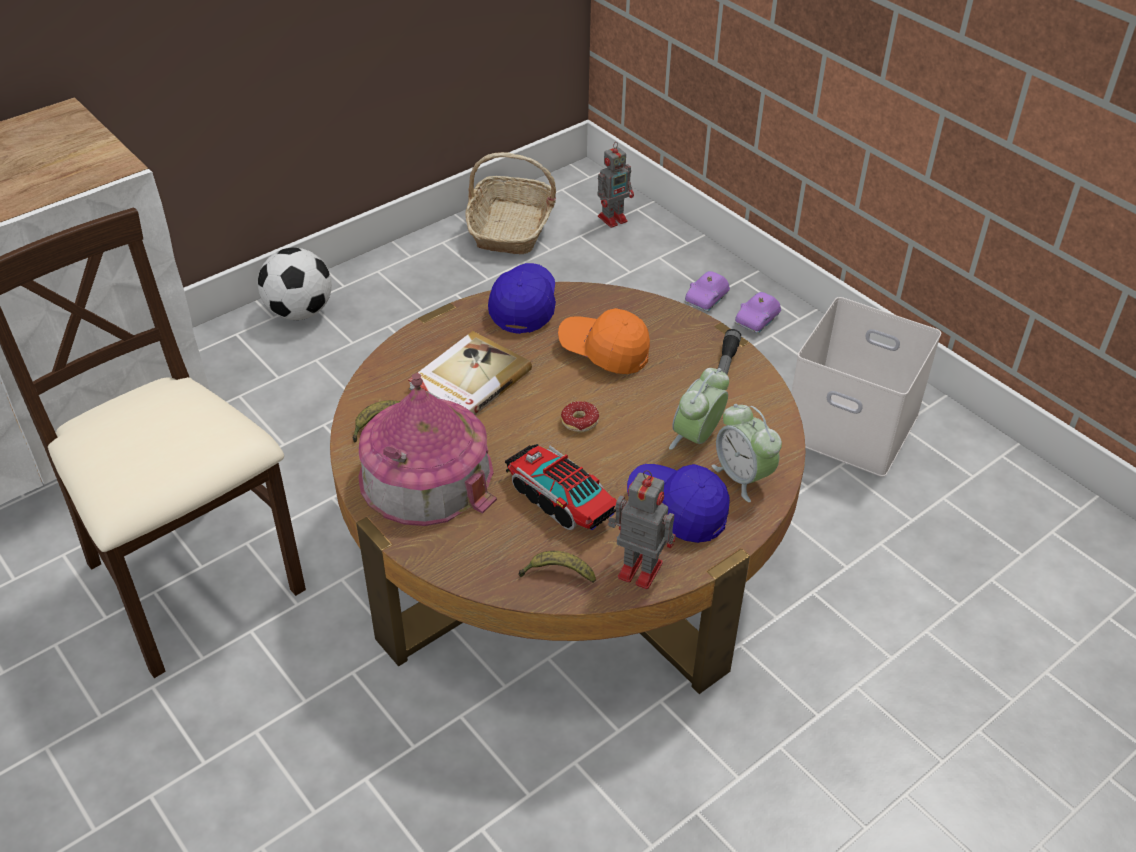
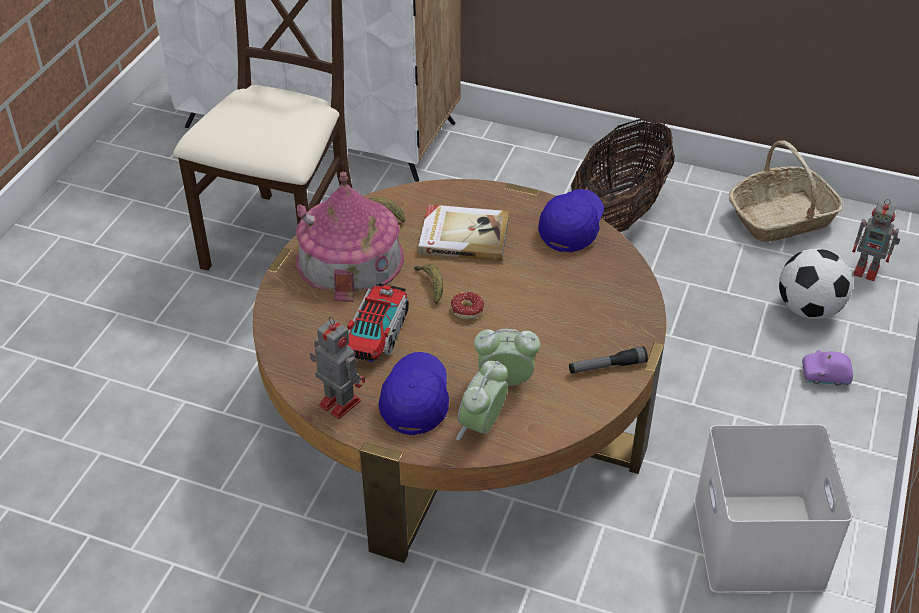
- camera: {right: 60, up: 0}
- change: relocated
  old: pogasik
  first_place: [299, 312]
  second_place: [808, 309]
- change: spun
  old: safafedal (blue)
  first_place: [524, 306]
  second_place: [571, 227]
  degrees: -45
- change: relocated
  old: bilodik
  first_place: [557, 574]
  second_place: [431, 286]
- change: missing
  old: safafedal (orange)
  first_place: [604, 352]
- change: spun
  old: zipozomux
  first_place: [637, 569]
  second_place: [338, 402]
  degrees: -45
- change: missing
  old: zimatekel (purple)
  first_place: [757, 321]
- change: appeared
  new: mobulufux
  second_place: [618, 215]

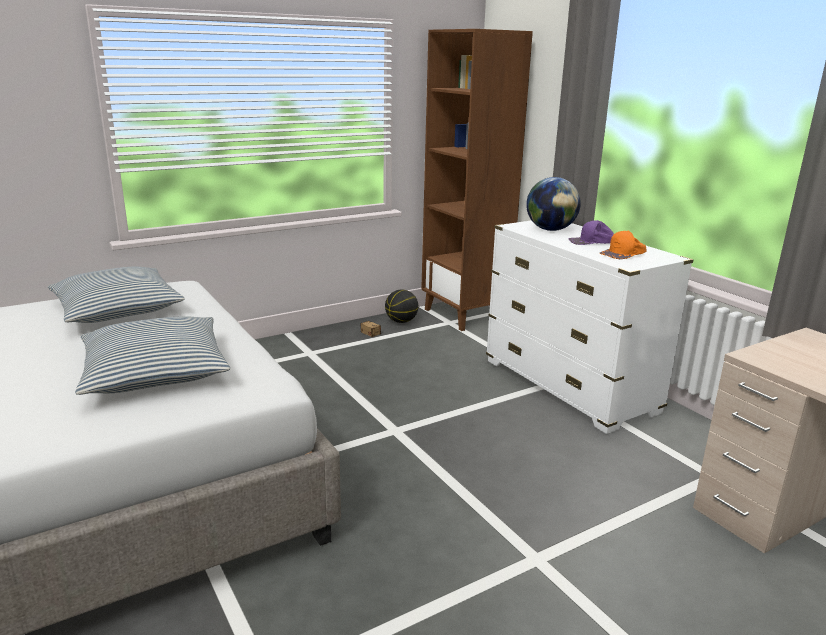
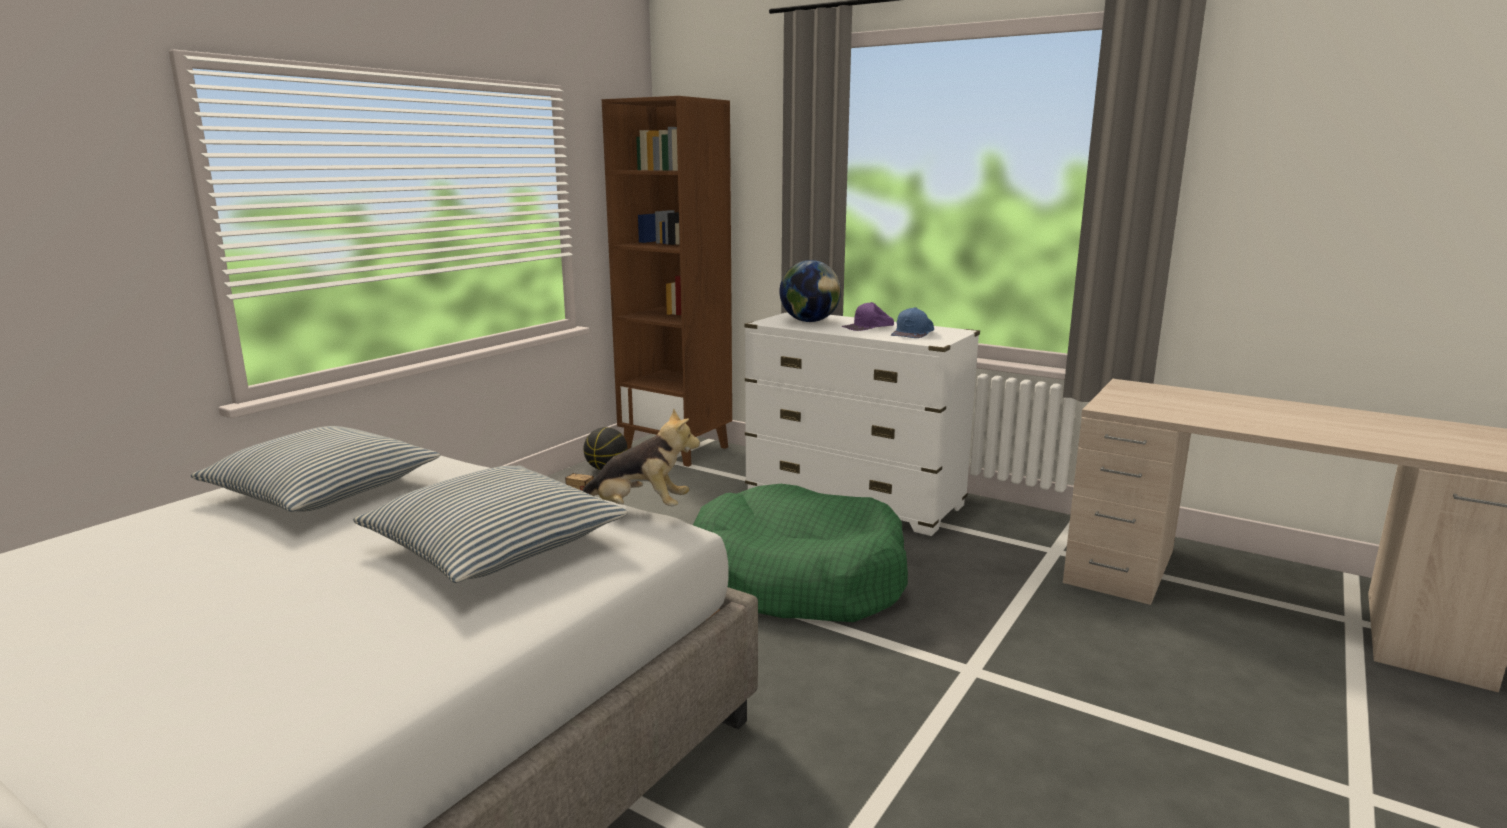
- camera: {right: -25, up: -5}
- change: colour
  old: safafedal (orange)
  new: safafedal (blue)
  first_place: [623, 254]
  second_place: [913, 333]
- change: appeared
  new: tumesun
  second_place: [638, 509]
- change: appeared
  new: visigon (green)
  second_place: [796, 579]

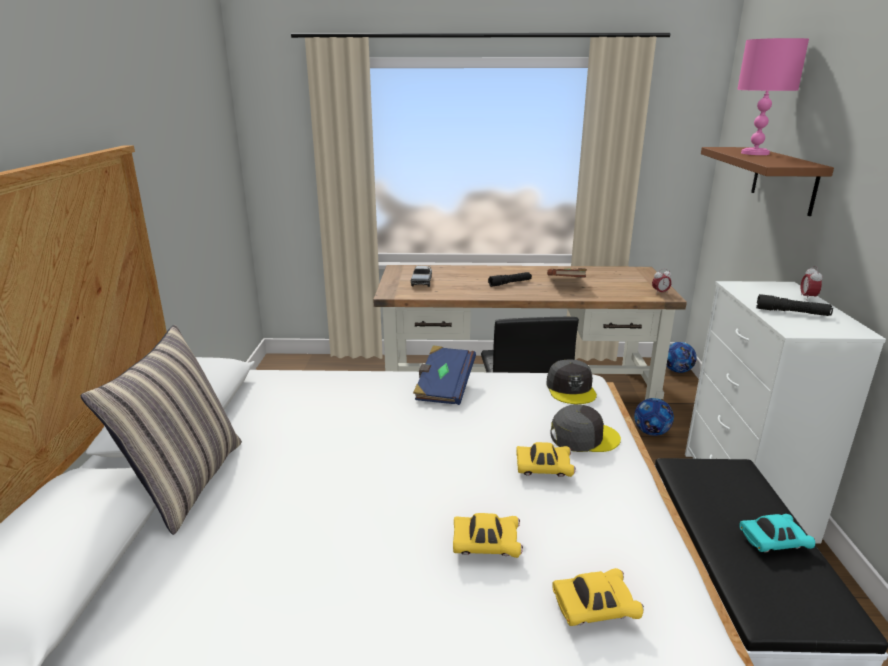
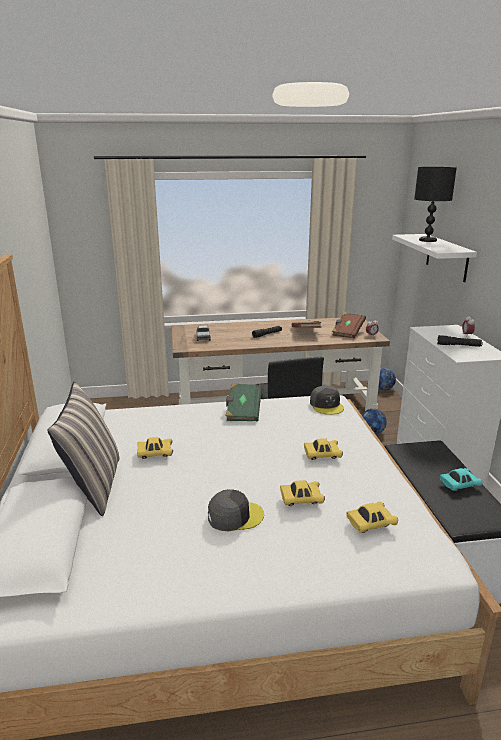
- camera: {right: -10, up: 0}
- change: colour
  old: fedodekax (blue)
  new: fedodekax (green)
  first_place: [444, 388]
  second_place: [243, 411]
- change: relocated
  old: safafedal (grey)
  first_place: [583, 437]
  second_place: [234, 516]
- change: colour
  old: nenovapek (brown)
  new: nenovapek (white)
  first_place: [784, 179]
  second_place: [447, 257]
- change: colour
  old: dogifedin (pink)
  new: dogifedin (black)
  first_place: [754, 153]
  second_place: [427, 240]
- change: appeared
  new: zimatekel (yellow)
  second_place: [155, 454]
- change: appeared
  new: fedodekax (brown)
  second_place: [347, 332]

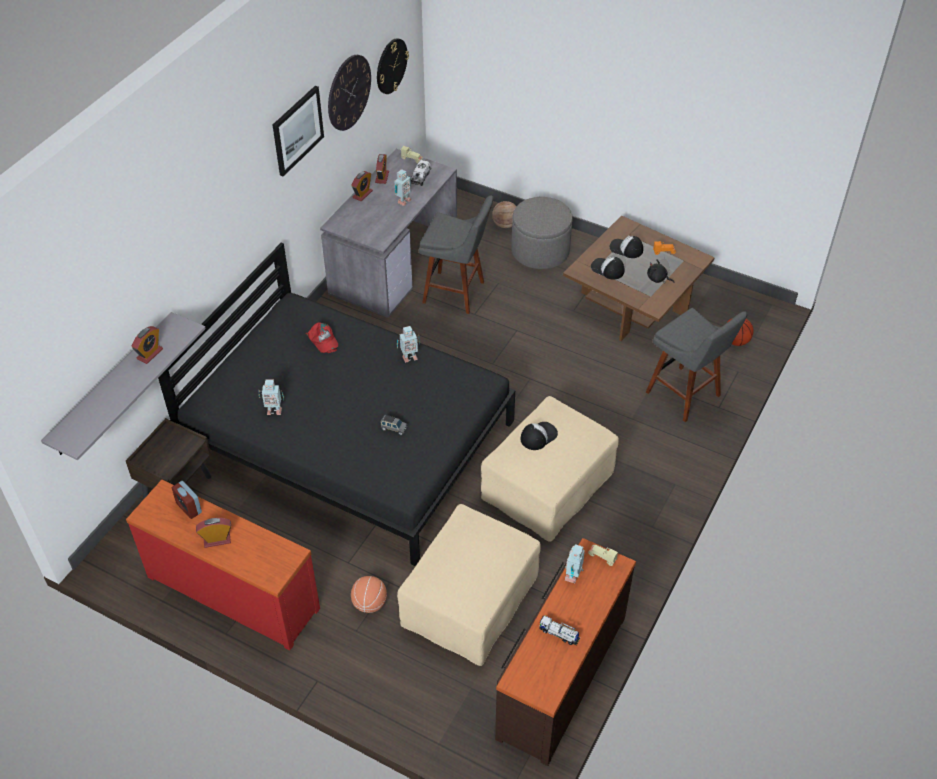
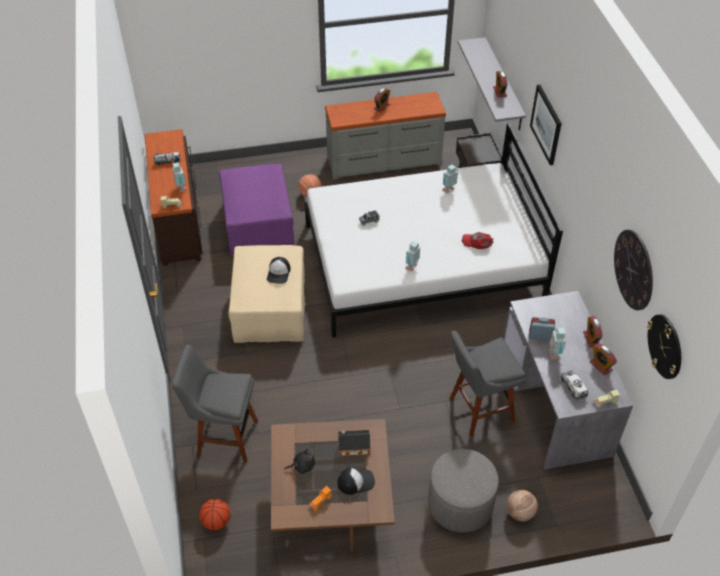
- camera: {right: 140, up: 0}
- change: colour
  old: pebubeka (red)
  new: pebubeka (grey)
  first_place: [234, 591]
  second_place: [384, 162]
- change: colour
  old: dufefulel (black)
  new: dufefulel (white)
  first_place: [349, 437]
  second_place: [422, 262]
- change: relocated
  old: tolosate
  first_place: [189, 508]
  second_place: [540, 336]
- change: relocated
  old: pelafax
  first_place: [297, 130]
  second_place: [546, 124]
- change: colour
  old: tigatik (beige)
  new: tigatik (purple)
  first_place: [469, 600]
  second_place: [259, 225]
- change: exchanged
  old: safafedal
  new: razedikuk
  first_place: [607, 269]
  second_place: [352, 447]

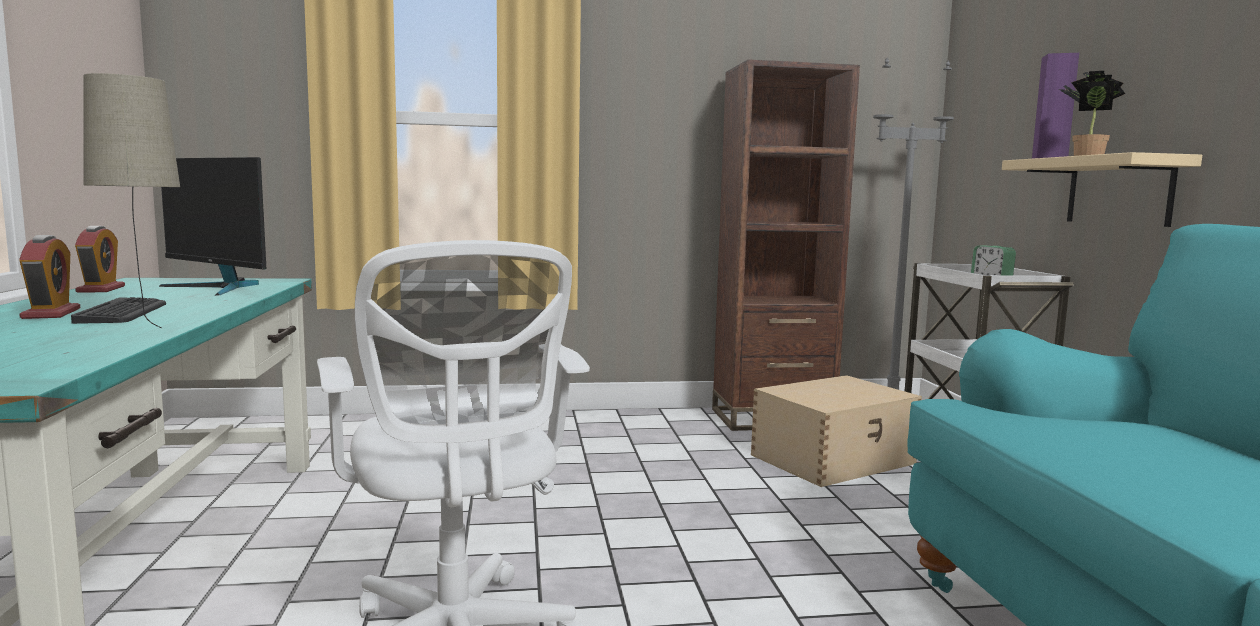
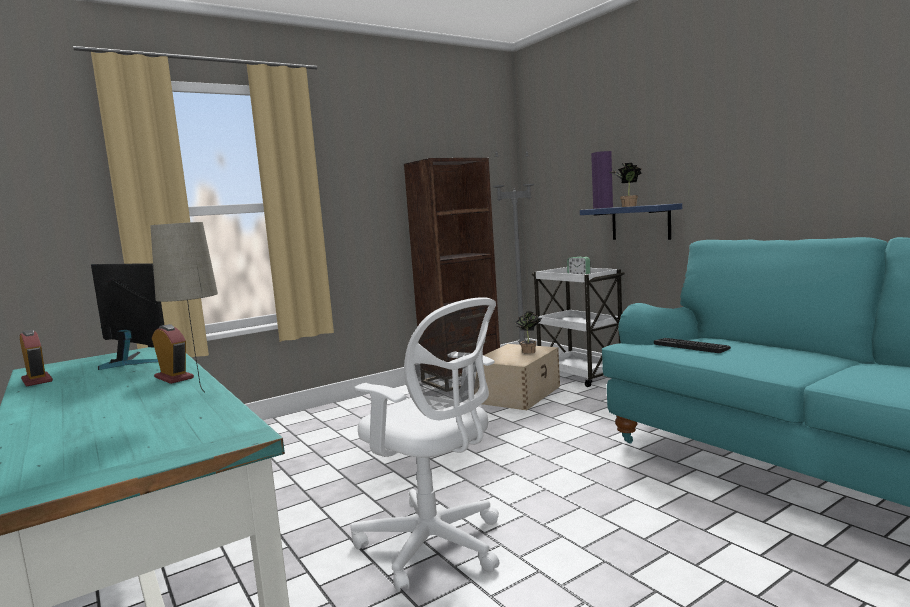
- camera: {right: -25, up: 0}
- change: relocated
  old: tolosate
  first_place: [51, 313]
  second_place: [174, 378]
- change: relocated
  old: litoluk
  first_place: [123, 312]
  second_place: [691, 346]
- change: spun
  old: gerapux
  first_place: [219, 288]
  second_place: [132, 361]
  degrees: -150
- change: colour
  old: nenovapek (beige)
  new: nenovapek (blue)
  first_place: [1119, 191]
  second_place: [640, 222]
- change: appeared
  new: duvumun
  second_place: [530, 352]

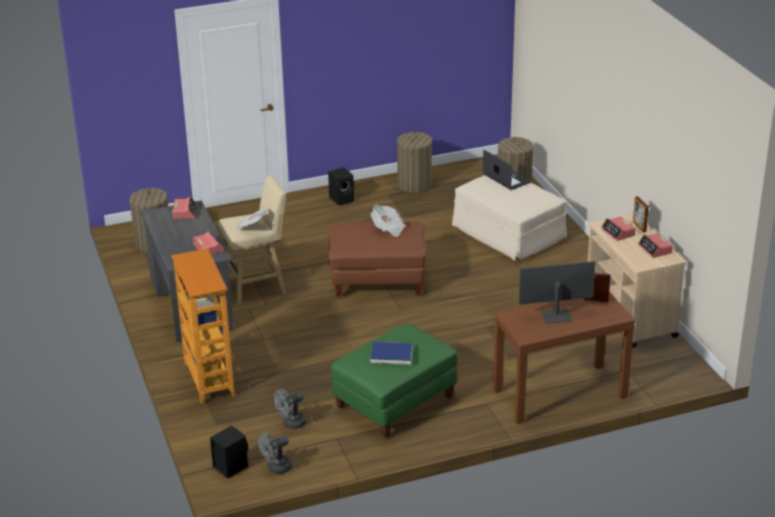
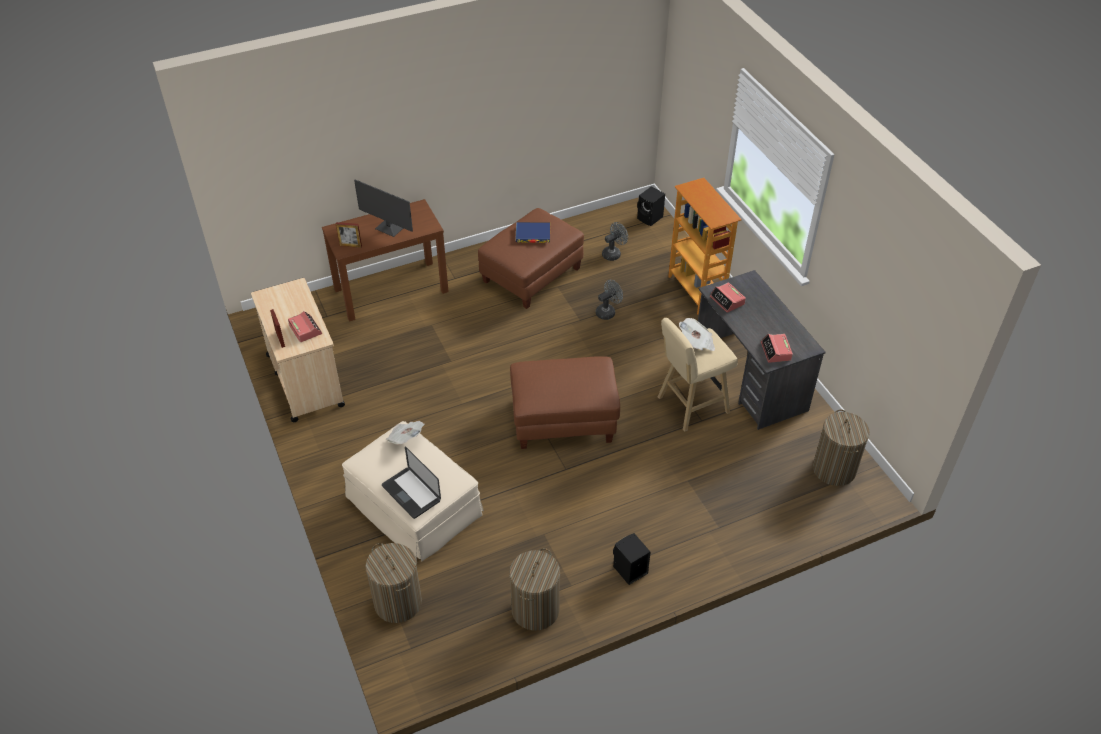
- camera: {right: 175, up: 15}
- change: relocated
  old: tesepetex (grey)
  first_place: [276, 468]
  second_place: [608, 311]
- change: colour
  old: tigatik (green)
  new: tigatik (brown)
  first_place: [395, 402]
  second_place: [531, 276]
- change: relocated
  old: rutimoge
  first_place: [388, 229]
  second_place: [405, 438]
- change: spun
  old: gerapux
  first_place: [556, 315]
  second_place: [389, 228]
  degrees: 45
- change: missing
  old: tolosate
  first_place: [655, 249]

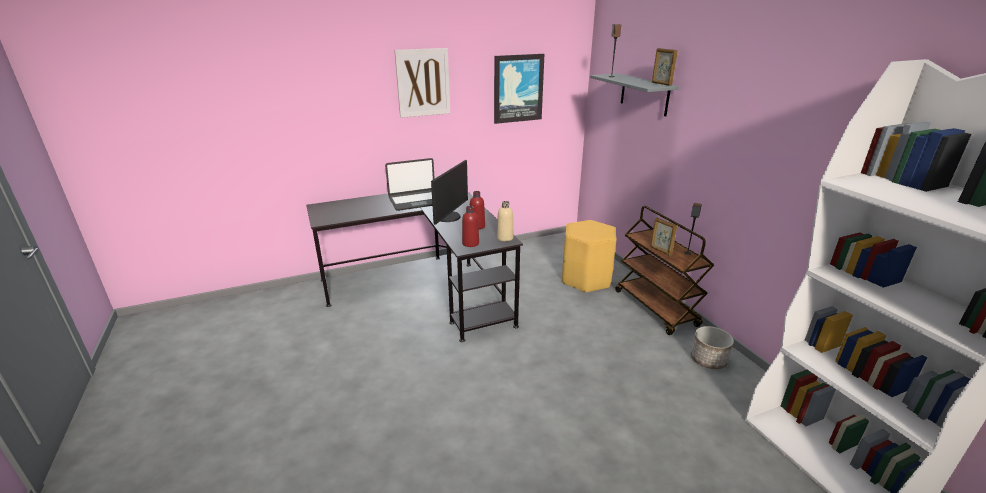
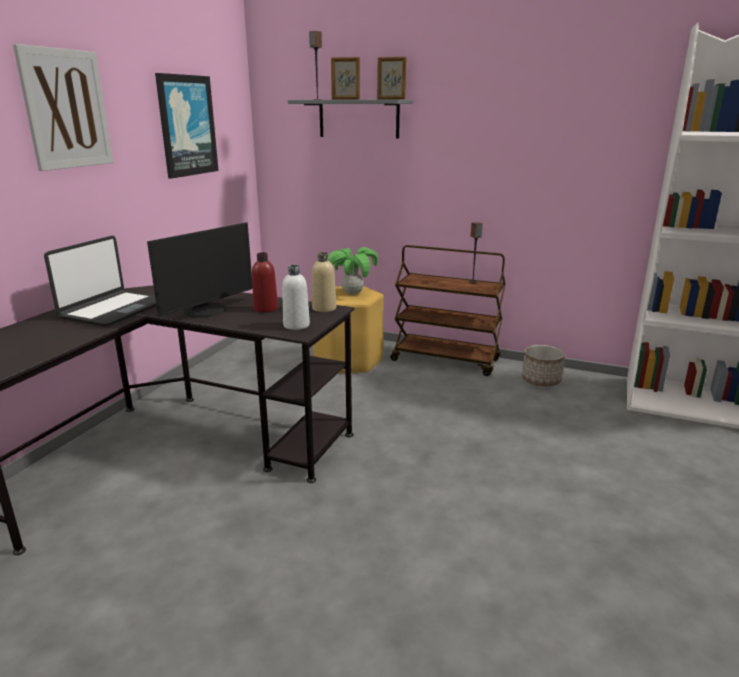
- camera: {right: -45, up: -5}
- change: spun
  old: gerapux
  first_place: [449, 217]
  second_place: [206, 311]
  degrees: 60
- change: colour
  old: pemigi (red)
  new: pemigi (white)
  first_place: [470, 243]
  second_place: [296, 325]
- change: relocated
  old: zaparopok
  first_place: [660, 251]
  second_place: [345, 99]
- change: appeared
  new: duvumun
  second_place: [352, 293]

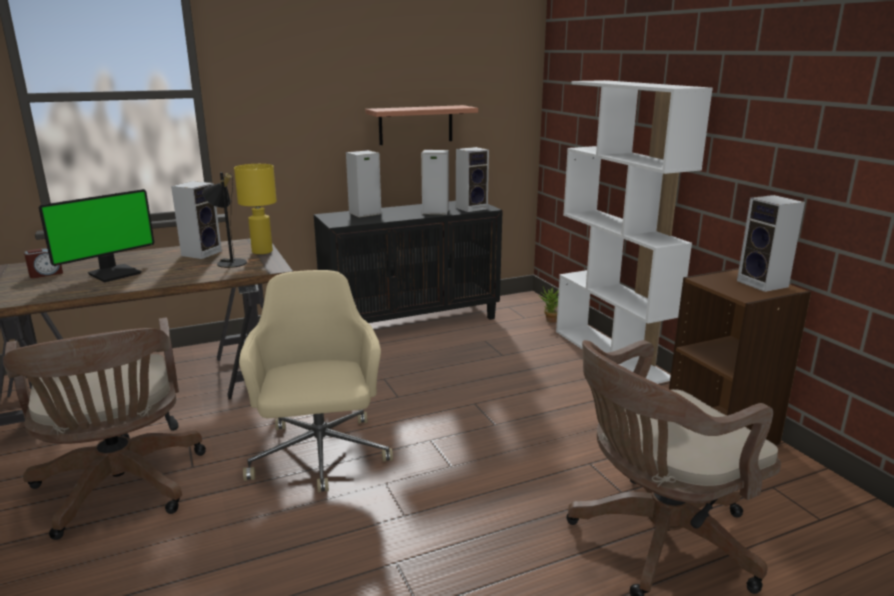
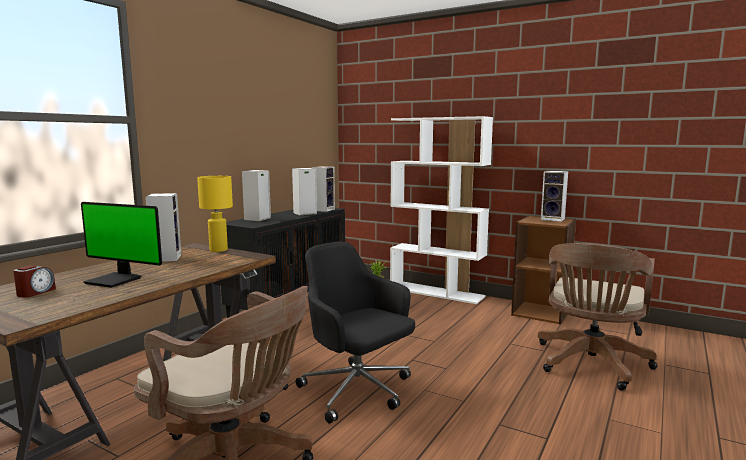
- camera: {right: -35, up: -10}
- change: spun
  old: gerapux
  first_place: [114, 273]
  second_place: [116, 280]
  degrees: 105
- change: missing
  old: dogifedin (black)
  first_place: [229, 262]
- change: colour
  old: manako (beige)
  new: manako (black)
  first_place: [320, 456]
  second_place: [357, 391]
- change: missing
  old: nenovapek
  first_place: [416, 125]

